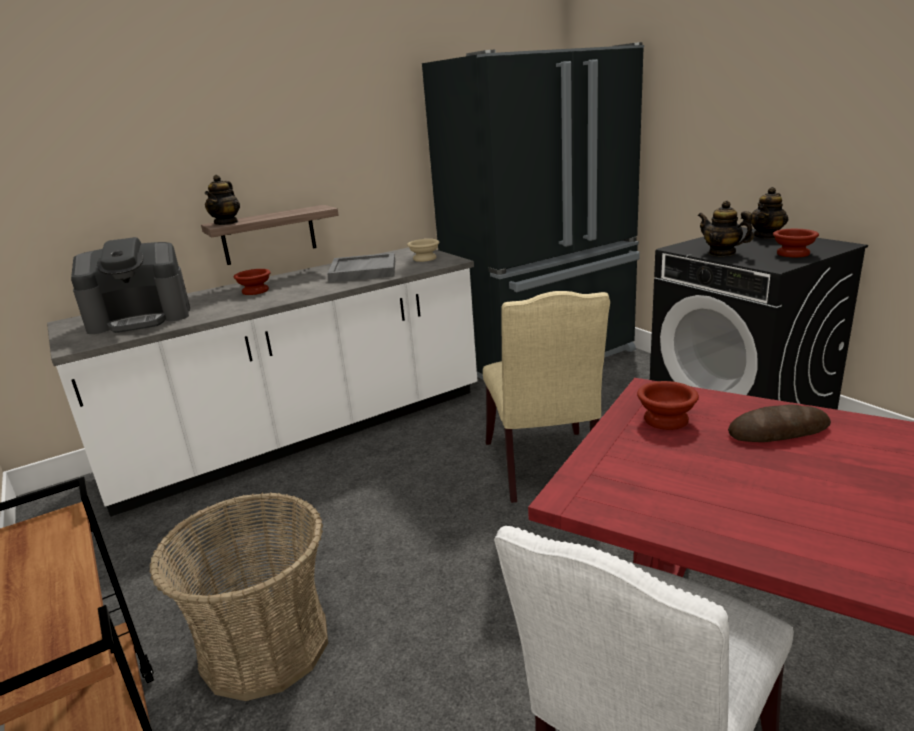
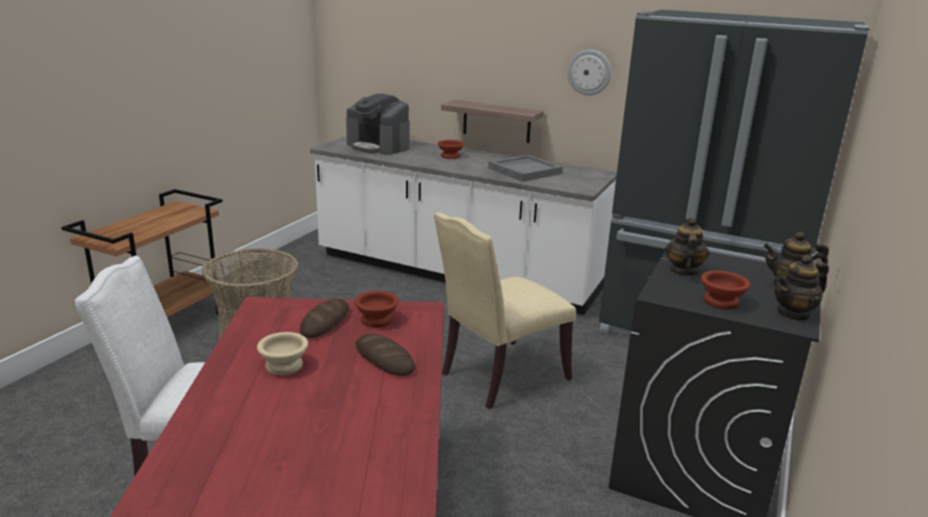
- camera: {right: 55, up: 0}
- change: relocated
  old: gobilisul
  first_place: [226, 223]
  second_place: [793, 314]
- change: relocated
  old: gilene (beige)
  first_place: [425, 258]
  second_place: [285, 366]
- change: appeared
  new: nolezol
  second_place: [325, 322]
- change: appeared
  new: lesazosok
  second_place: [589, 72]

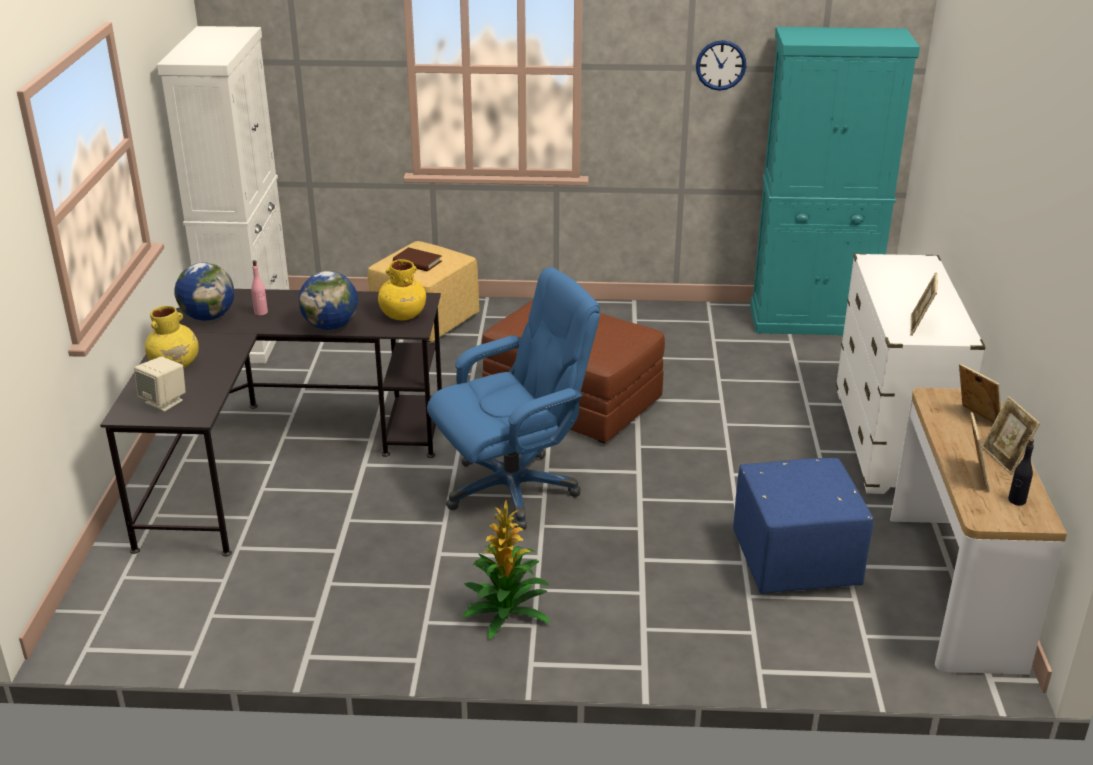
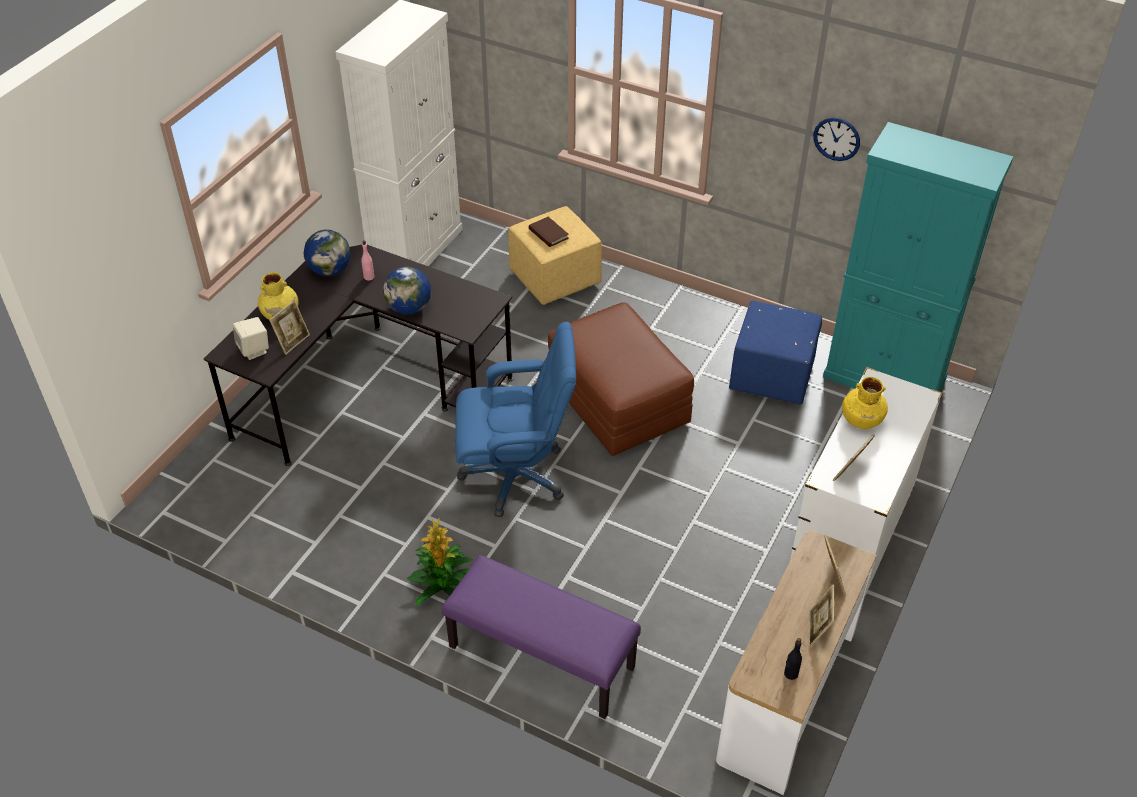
- camera: {right: 25, up: 15}
- change: relocated
  old: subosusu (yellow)
  first_place: [402, 315]
  second_place: [861, 419]
- change: relocated
  old: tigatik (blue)
  first_place: [797, 562]
  second_place: [773, 376]
- change: relocated
  old: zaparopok
  first_place: [974, 475]
  second_place: [293, 342]
- change: appeared
  new: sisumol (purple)
  second_place: [540, 657]

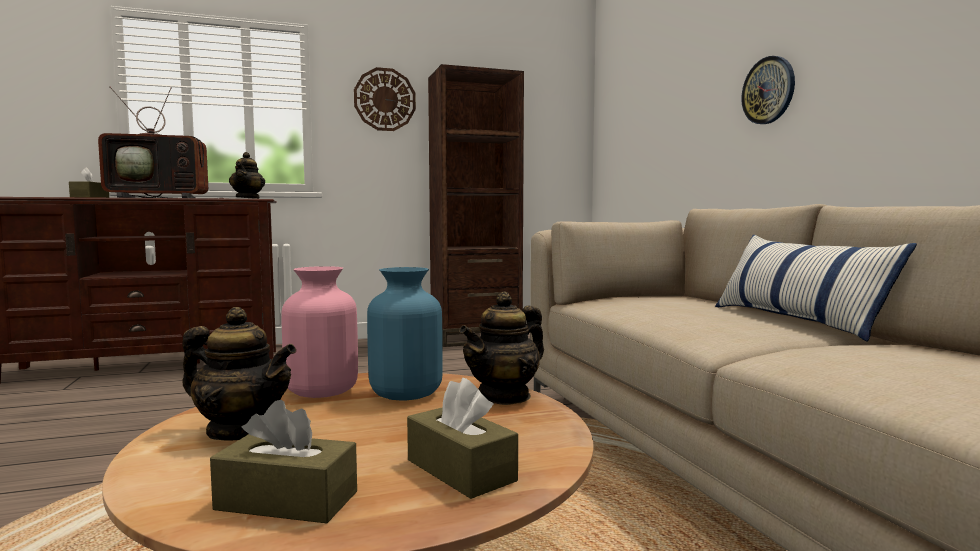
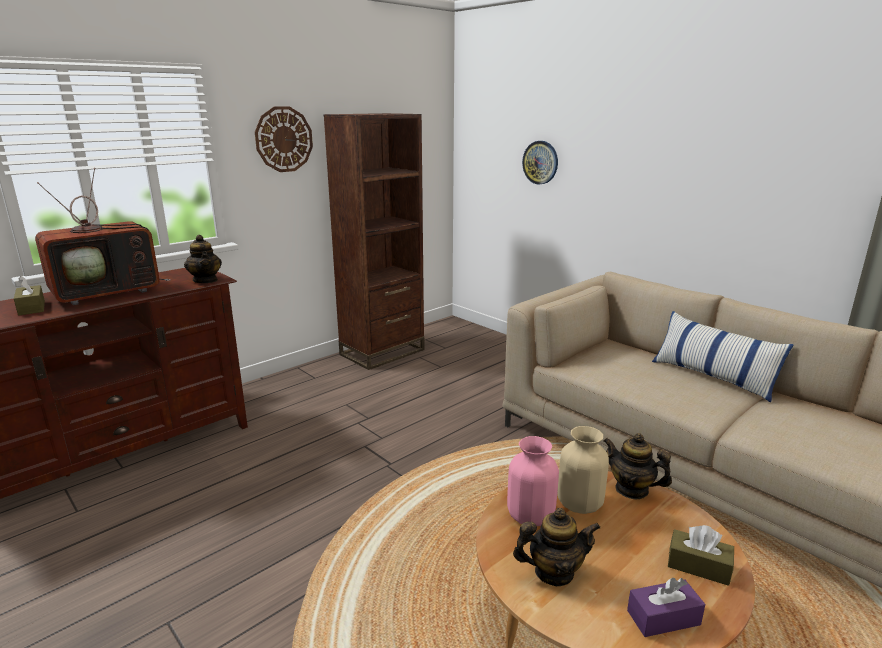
- camera: {right: -25, up: 15}
- change: colour
  old: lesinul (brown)
  new: lesinul (purple)
  first_place: [287, 501]
  second_place: [663, 617]
- change: colour
  old: subosusu (blue)
  new: subosusu (beige)
  first_place: [405, 394]
  second_place: [579, 503]
- change: spun
  old: gobilisul
  first_place: [504, 396]
  second_place: [632, 489]
  degrees: 105
- change: relocated
  old: lesazosok
  first_place: [768, 90]
  second_place: [540, 162]

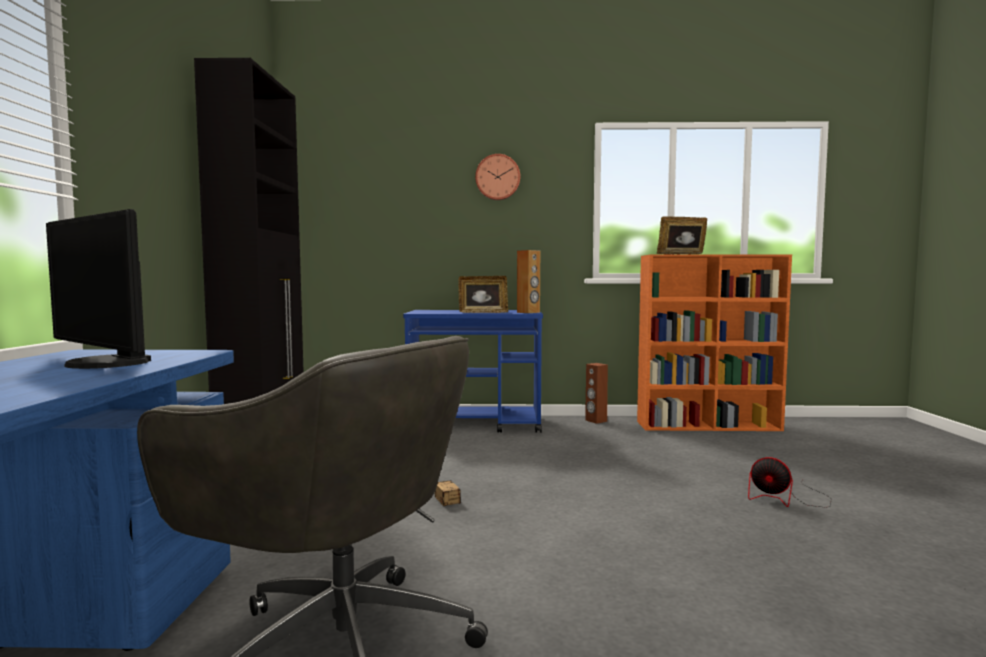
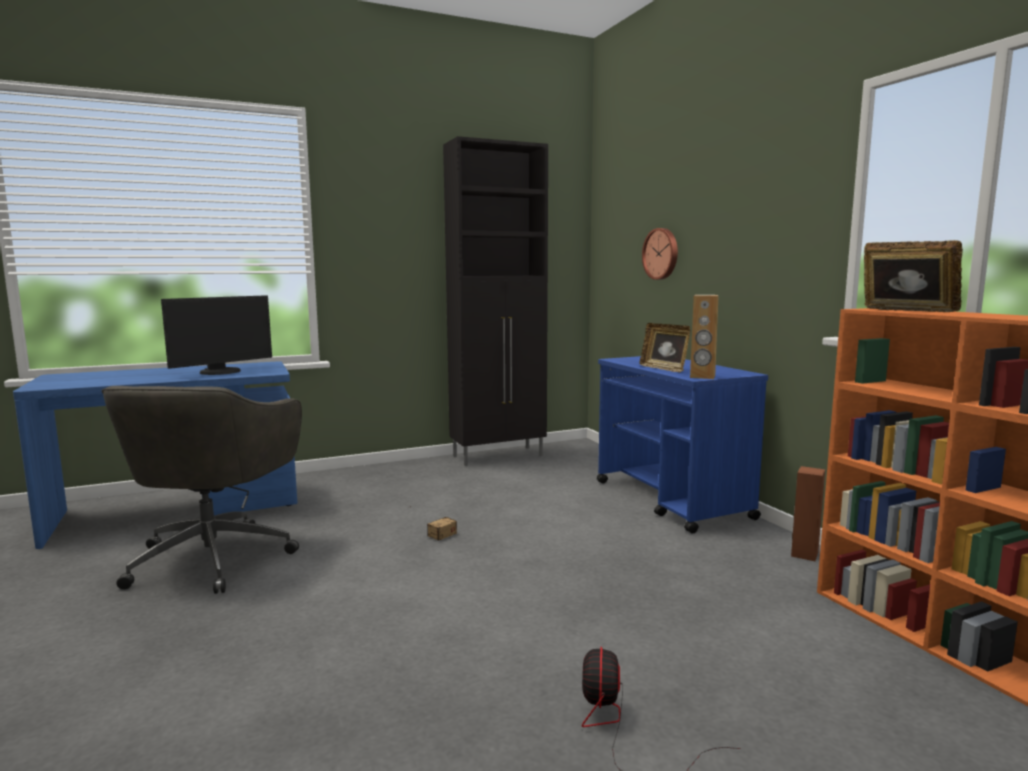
- camera: {right: 65, up: 5}
- change: spun
  old: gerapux
  first_place: [104, 363]
  second_place: [221, 372]
  degrees: -150
- change: relocated
  old: lesazosok
  first_place: [497, 177]
  second_place: [661, 254]

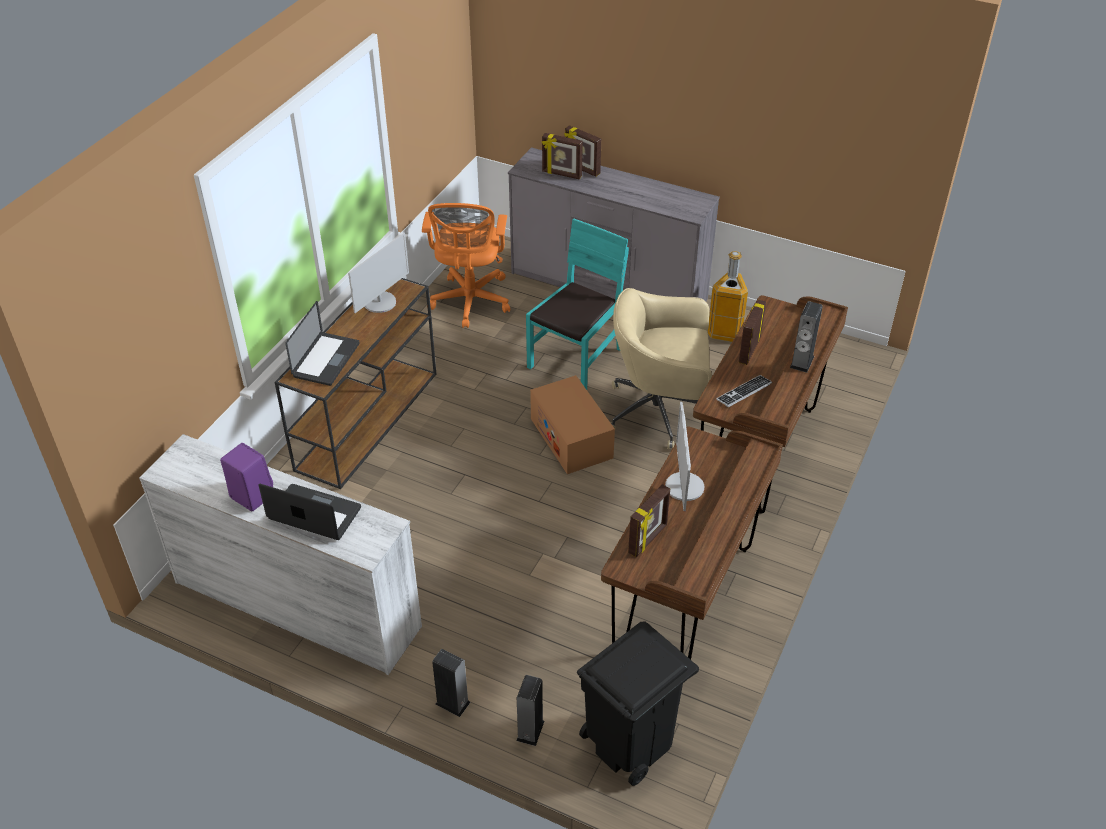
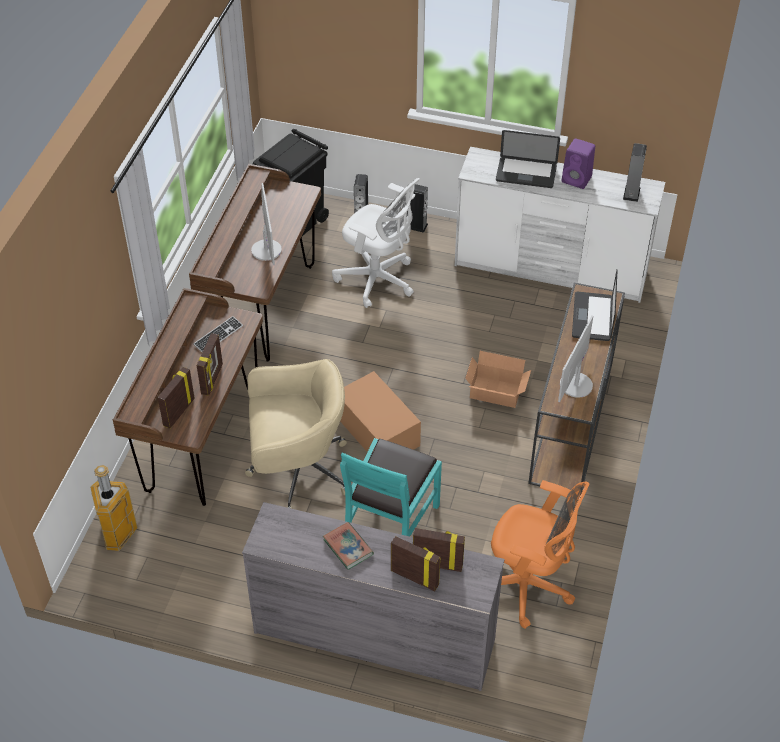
- camera: {right: 170, up: 5}
- change: spun
  old: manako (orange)
  first_place: [470, 303]
  second_place: [527, 586]
  degrees: 120
- change: relocated
  old: zaparopok
  first_place: [648, 539]
  second_place: [178, 412]
- change: relocated
  old: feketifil
  first_place: [725, 332]
  second_place: [117, 535]
- change: relocated
  old: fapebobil
  first_place: [802, 362]
  second_place: [631, 193]
- change: appeared
  new: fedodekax
  second_place: [348, 547]
- change: appeared
  new: manako (white)
  second_place: [378, 280]
- change: appeared
  new: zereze
  second_place: [496, 393]

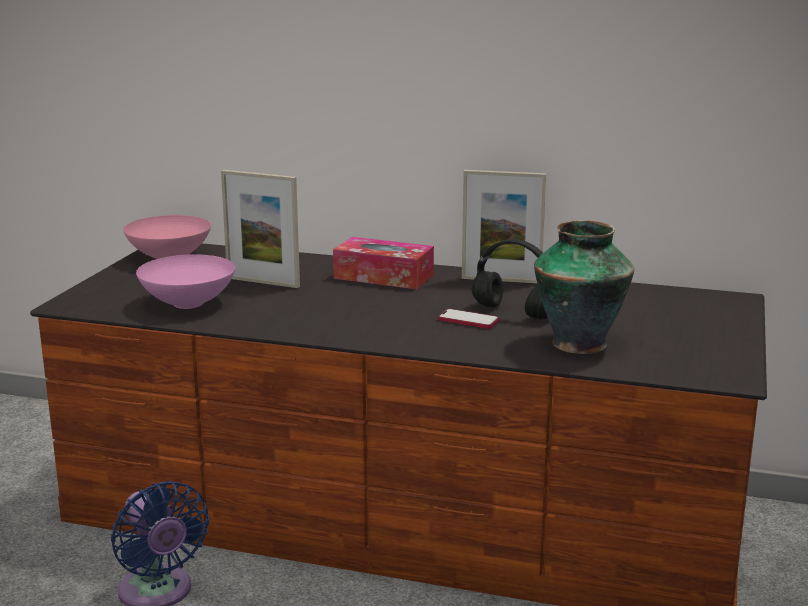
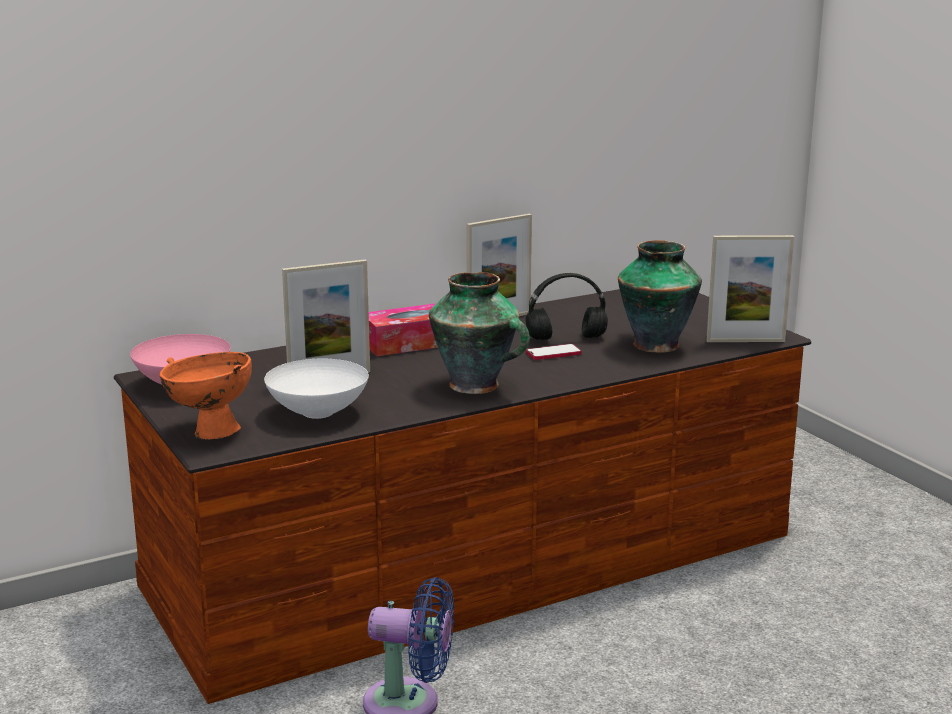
- camera: {right: -45, up: 0}
- change: colour
  old: gilene (pink)
  new: gilene (white)
  first_place: [187, 304]
  second_place: [318, 413]
- change: appeared
  new: gilene (orange)
  second_place: [209, 431]
- change: appeared
  new: subosusu
  second_place: [476, 386]
- change: appeared
  new: zaparopok
  second_place: [745, 341]

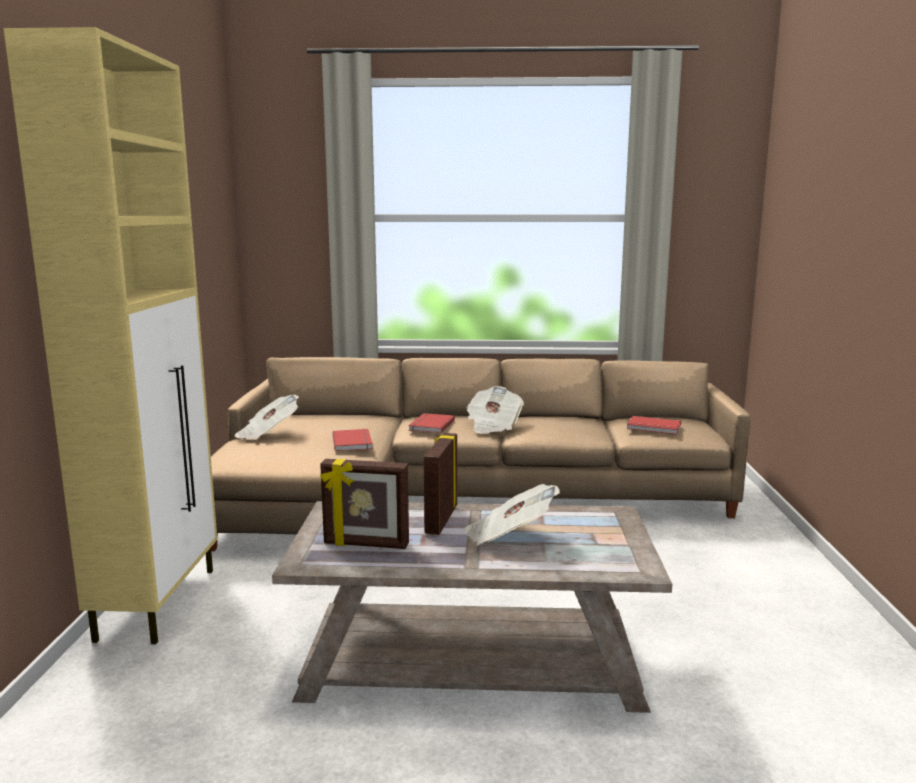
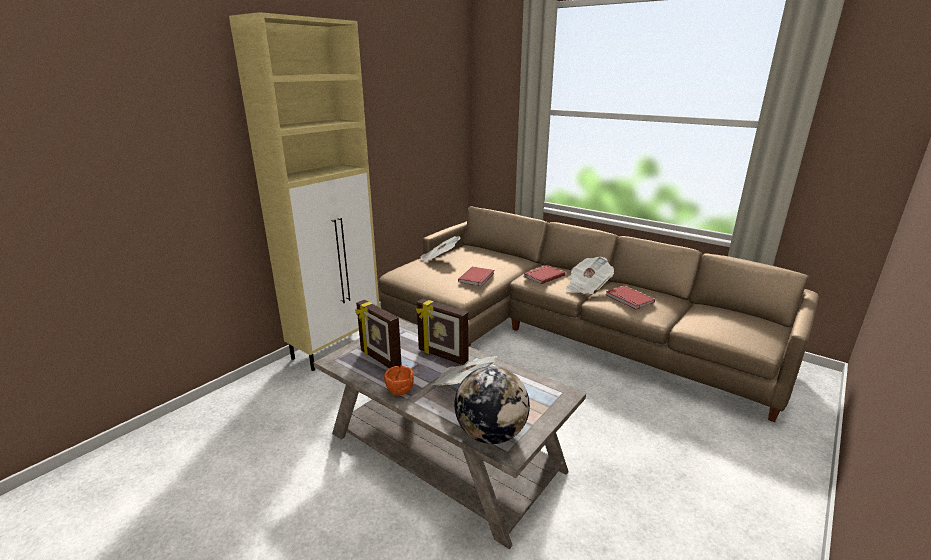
- camera: {right: 35, up: 10}
- change: spun
  old: zaparopok
  first_place: [440, 519]
  second_place: [442, 356]
  degrees: -105
- change: relocated
  old: fedodekax (red)
  first_place: [654, 428]
  second_place: [628, 299]
- change: appeared
  new: gilene (orange)
  second_place: [399, 390]
- change: appeared
  new: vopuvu
  second_place: [491, 434]

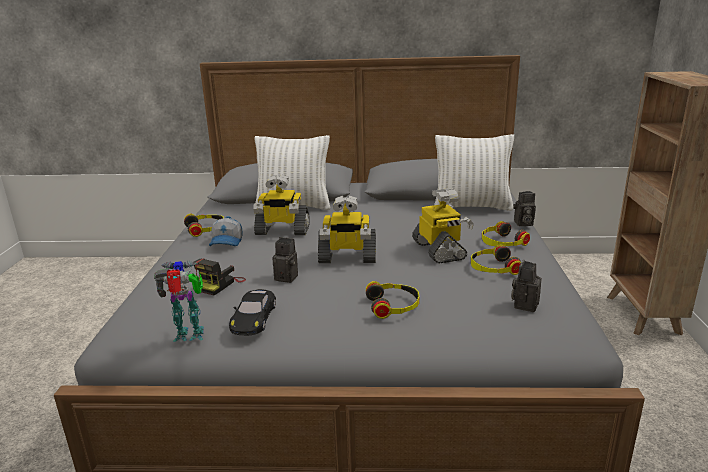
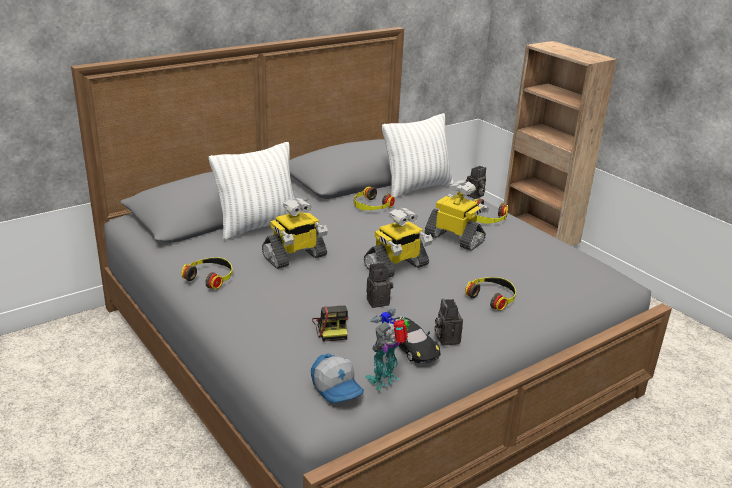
- camera: {right: -40, up: 5}
- change: relocated
  old: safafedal
  first_place: [227, 241]
  second_place: [337, 387]
- change: relocated
  old: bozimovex
  first_place: [493, 268]
  second_place: [371, 206]
- change: relocated
  old: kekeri
  first_place: [524, 304]
  second_place: [446, 338]

